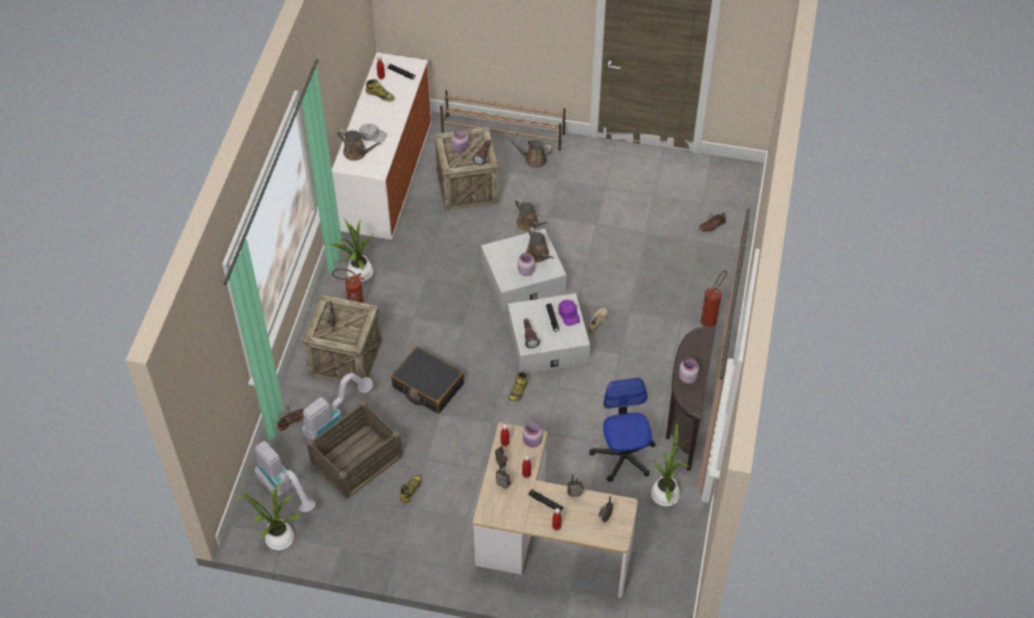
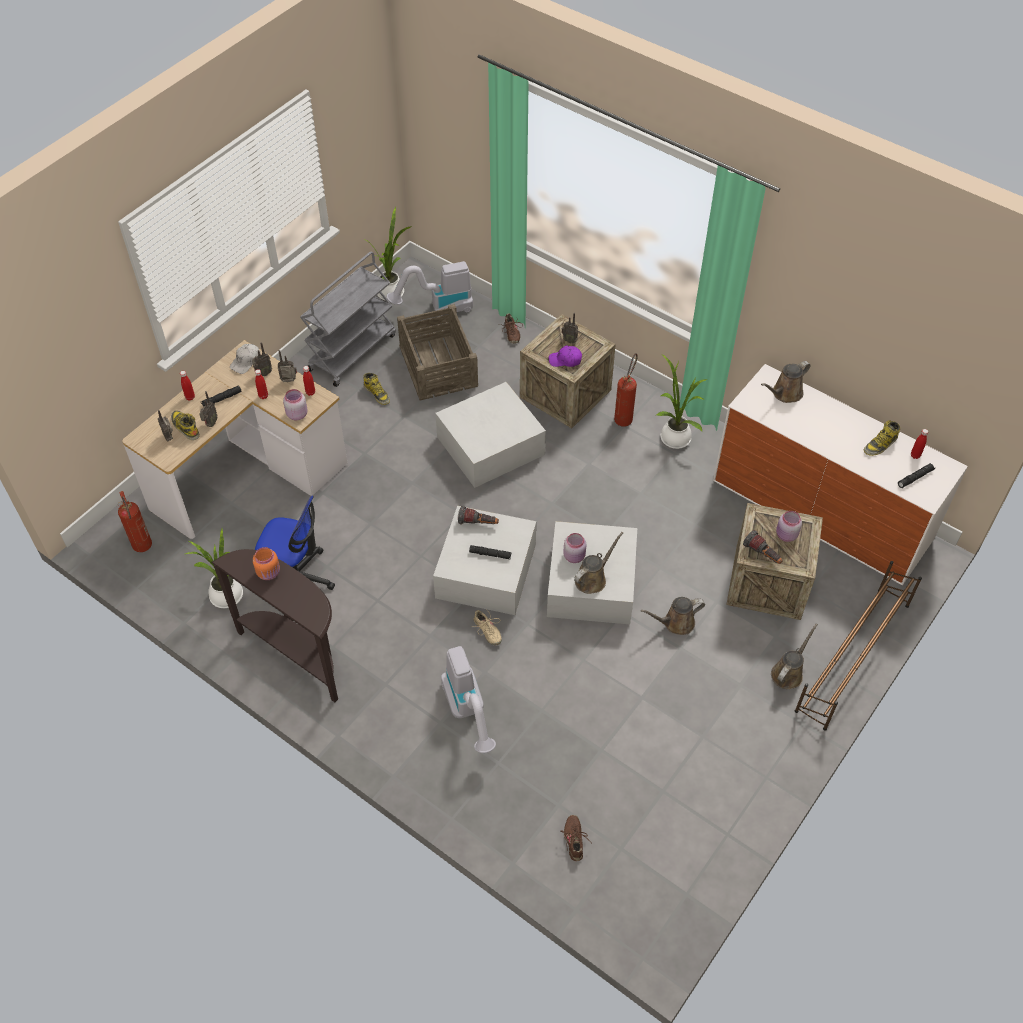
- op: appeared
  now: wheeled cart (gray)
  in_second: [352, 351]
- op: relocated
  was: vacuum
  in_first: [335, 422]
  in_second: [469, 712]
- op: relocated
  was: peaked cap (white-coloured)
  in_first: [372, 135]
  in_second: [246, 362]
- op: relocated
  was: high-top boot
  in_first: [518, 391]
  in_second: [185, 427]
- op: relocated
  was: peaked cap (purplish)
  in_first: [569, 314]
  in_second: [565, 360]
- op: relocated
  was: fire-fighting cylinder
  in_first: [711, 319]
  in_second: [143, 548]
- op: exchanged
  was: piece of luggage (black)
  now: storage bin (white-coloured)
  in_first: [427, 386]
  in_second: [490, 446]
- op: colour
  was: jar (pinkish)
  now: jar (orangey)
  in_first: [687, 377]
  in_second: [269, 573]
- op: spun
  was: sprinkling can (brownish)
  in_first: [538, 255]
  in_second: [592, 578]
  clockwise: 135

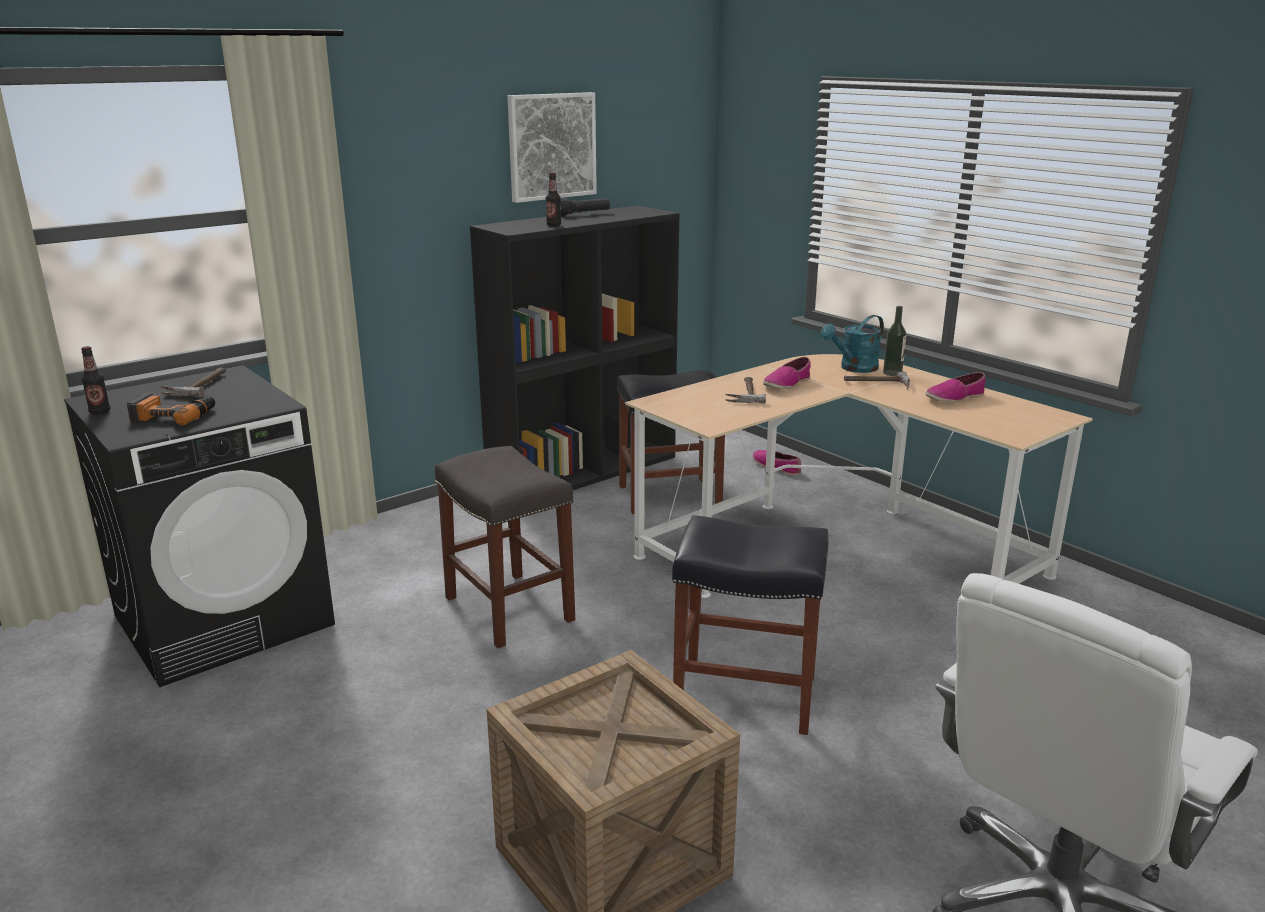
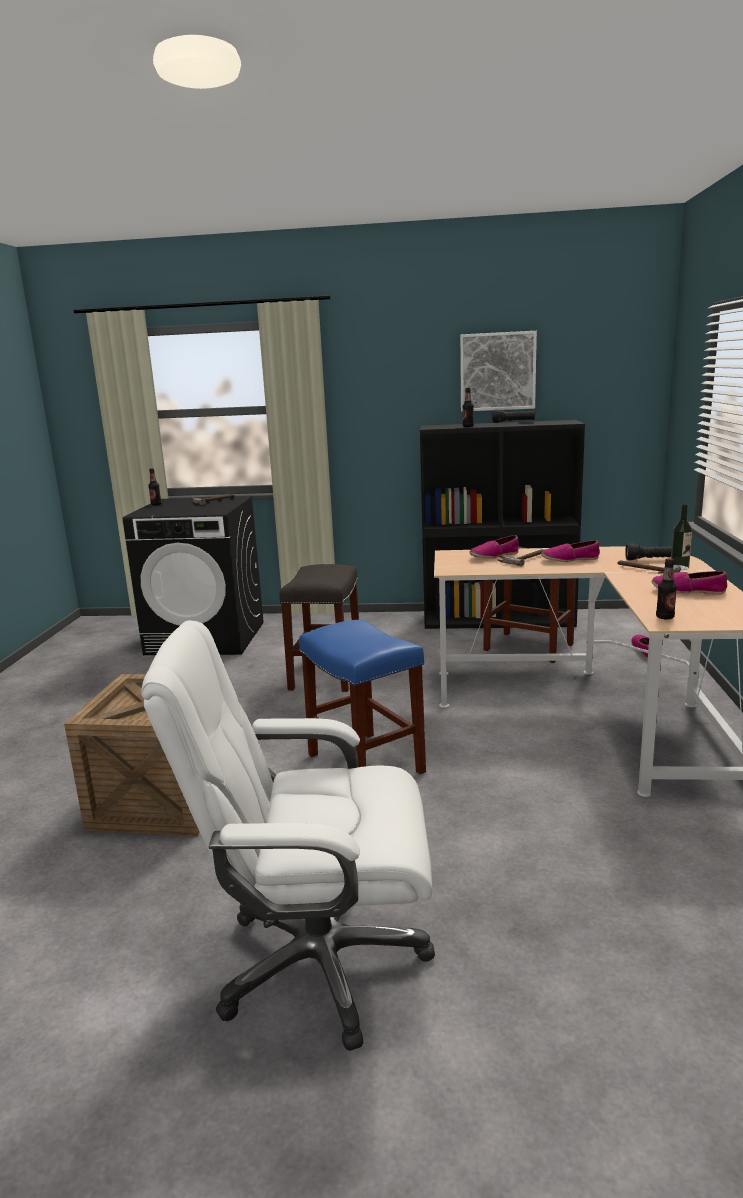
- op: missing
  was: power drill
  in_first: [174, 415]
- op: appeared
  now: shoe
  in_second: [494, 556]
- op: appeared
  now: drink bottle
  in_second: [665, 617]
- op: exchanged
  was: sprinkling can (turquoise)
  now: torch (black)
  in_first: [854, 368]
  in_second: [653, 560]
- op: colour
  was: stool seat (black)
  now: stool seat (blue-coloured)
  in_first: [747, 695]
  in_second: [367, 764]

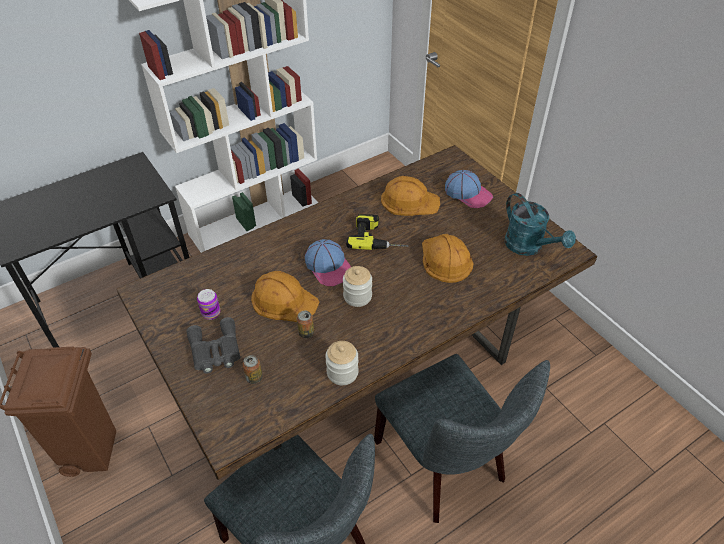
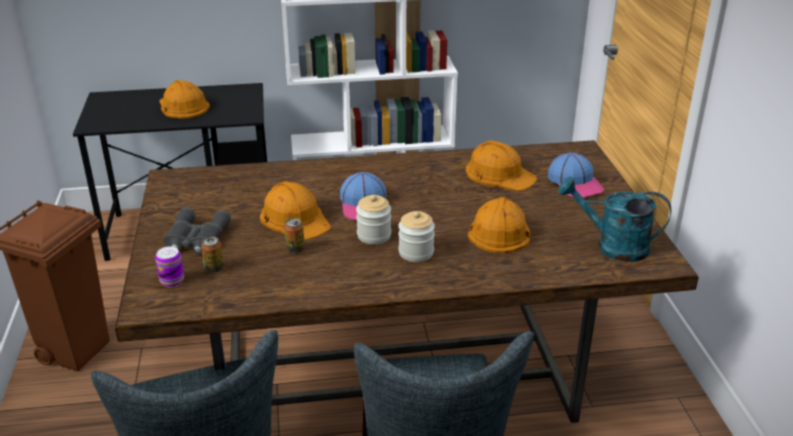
- op: missing
  was: power drill
  in_first: [378, 237]
- op: appeared
  now: safety helmet (orangey)
  in_second: [183, 106]
- op: relocated
  was: metal can
  in_first: [211, 313]
  in_second: [172, 281]
- op: relocated
  was: jar
  in_first: [342, 372]
  in_second: [416, 252]
- op: spun
  was: sprinkling can (turquoise)
  in_first: [529, 247]
  in_second: [612, 246]
  clockwise: 120

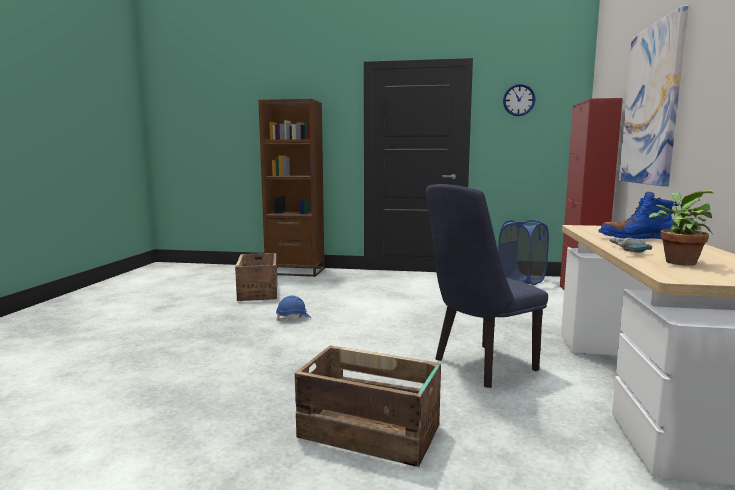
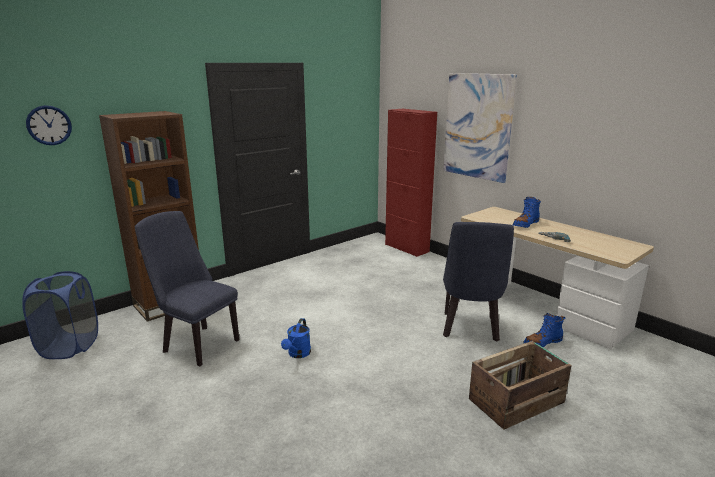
- op: missing
  was: plant in a pot
  in_first: [677, 262]
- op: appeared
  now: high-top boot (blue-coloured)
  in_second: [542, 343]
- op: relocated
  was: hamper (blue-coloured)
  in_first: [521, 281]
  in_second: [70, 346]
- op: relocated
  was: hanging clock
  in_first: [519, 100]
  in_second: [49, 125]
- op: exchanged
  was: shipping crate
  now: chair (blue-coloured)
  in_first: [259, 291]
  in_second: [197, 343]
- op: exchanged
  was: safety helmet (blue-coloured)
  now: sprinkling can (blue-coloured)
  in_first: [293, 318]
  in_second: [298, 354]

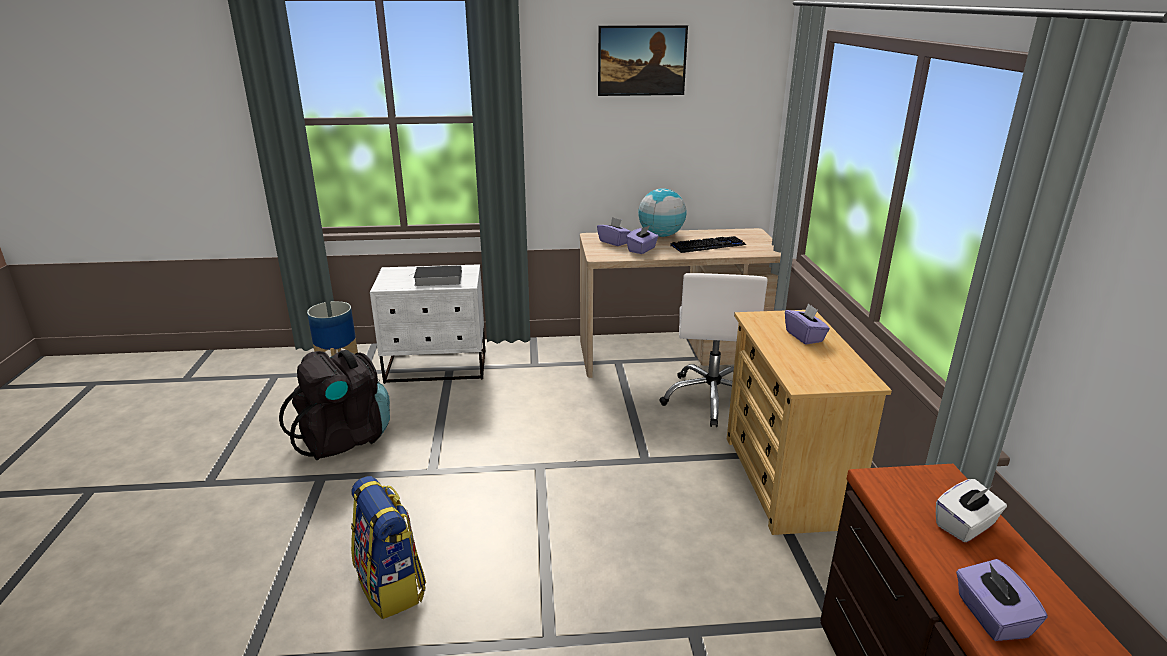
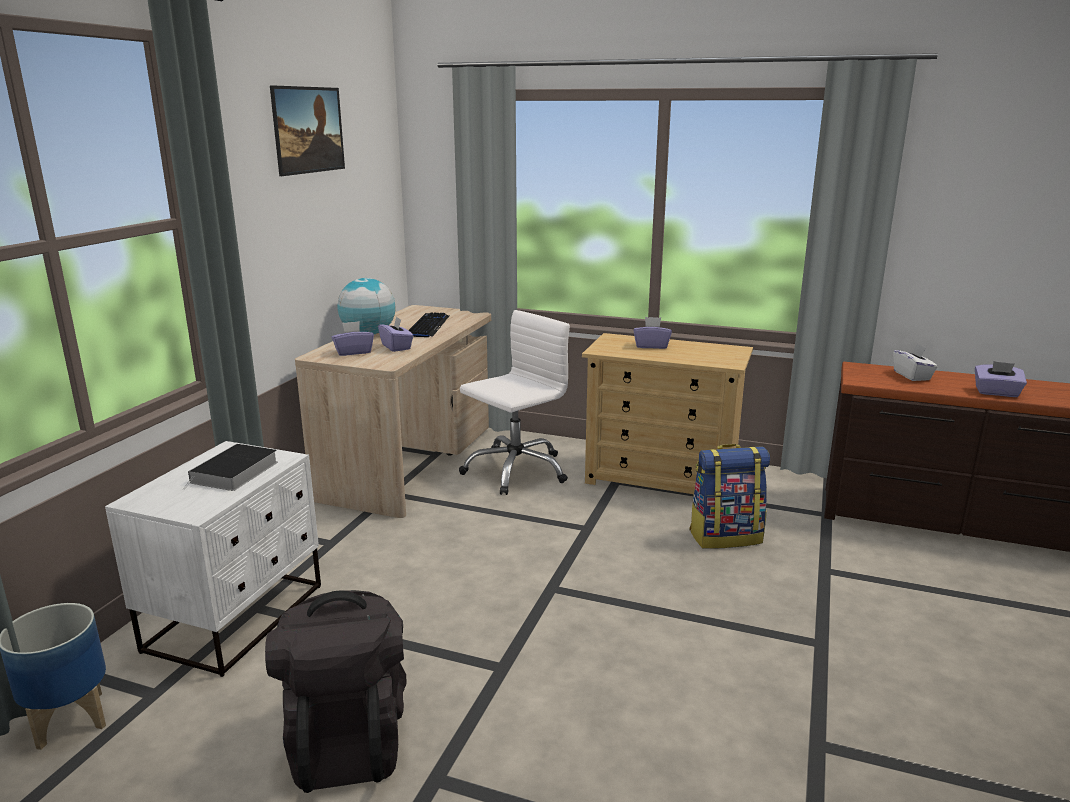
- op: relocated
  was: knapsack
  in_first: [392, 586]
  in_second: [725, 536]
- op: spun
  was: computer chair (white-coloured)
  in_first: [711, 399]
  in_second: [515, 470]
  clockwise: -75

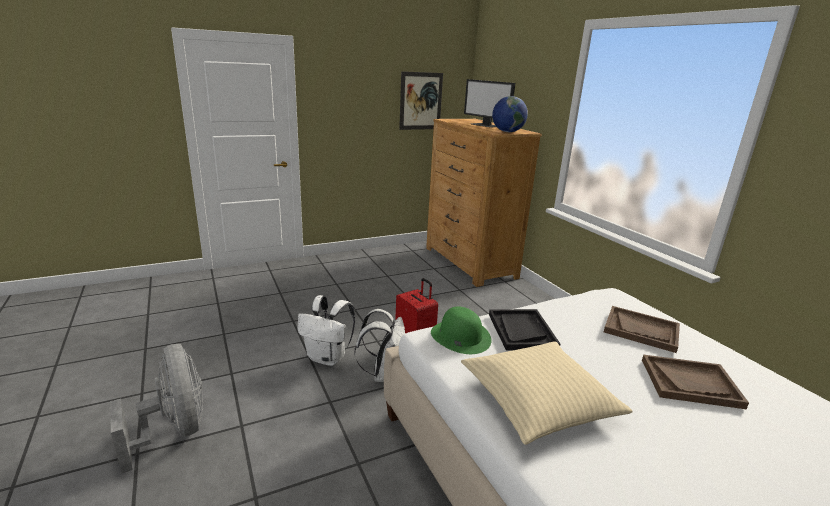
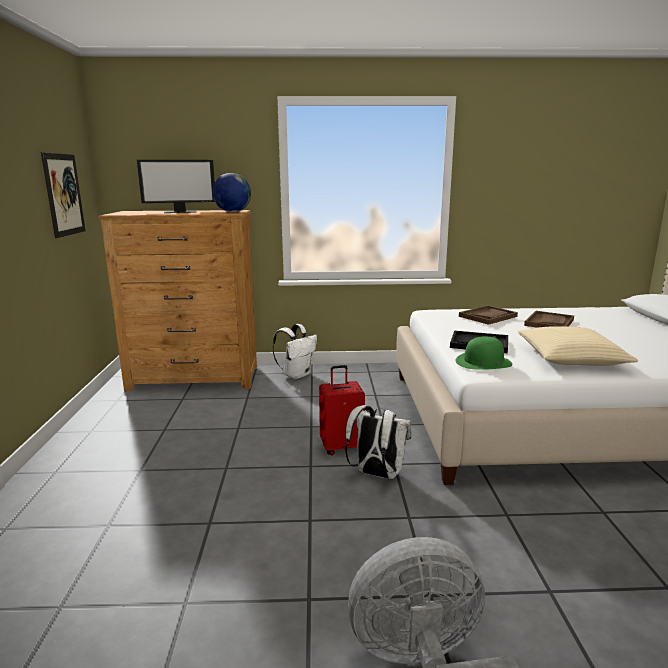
- op: relocated
  was: knapsack (white-coloured)
  in_first: [328, 358]
  in_second: [296, 375]

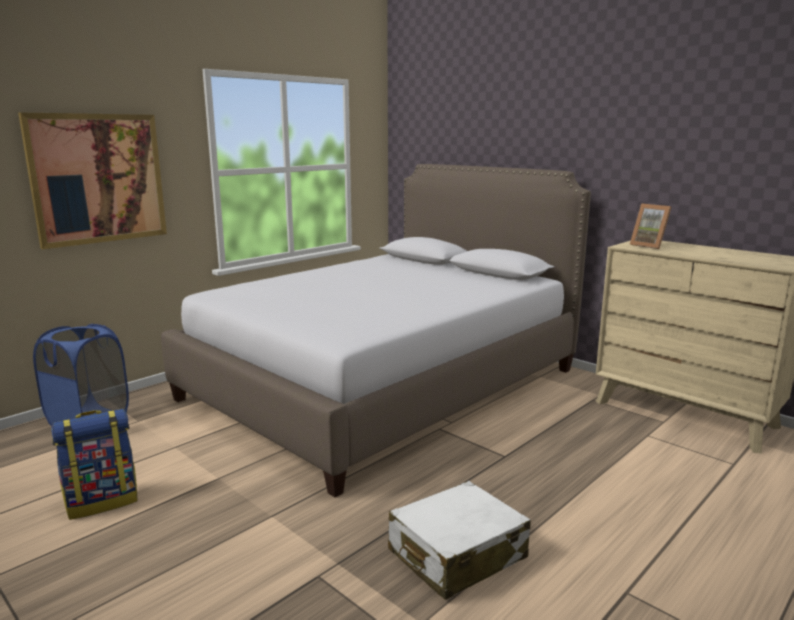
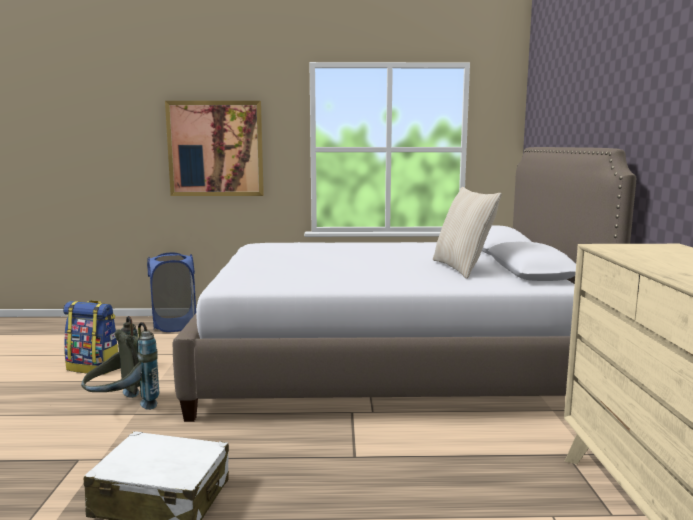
- op: missing
  was: standing frame
  in_first: [649, 246]
- op: appeared
  now: knapsack (gray)
  in_second: [122, 408]
- op: appeared
  now: pillow (beige)
  in_second: [462, 268]

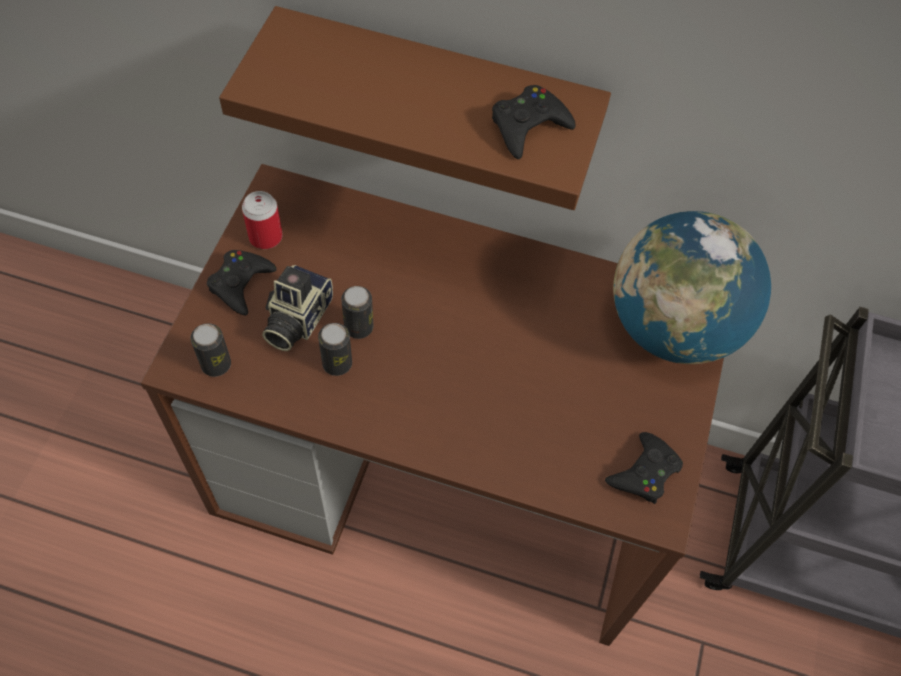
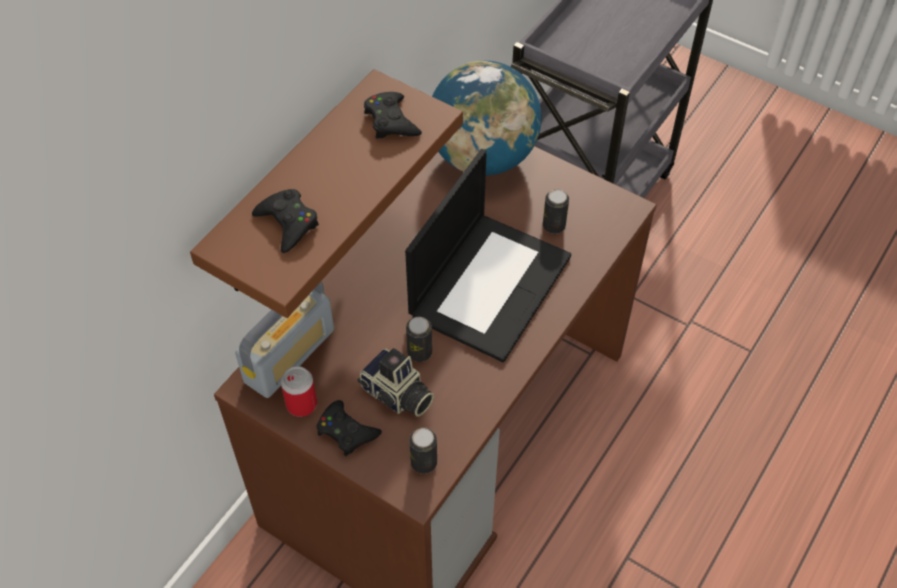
- op: appeared
  now: radio set
  in_second: [289, 355]
- op: appeared
  now: notebook computer
  in_second: [490, 284]
- op: relocated
  was: metal can
  in_first: [337, 363]
  in_second: [554, 226]
- op: relocated
  was: game controller (black)
  in_first: [644, 472]
  in_second: [288, 223]

